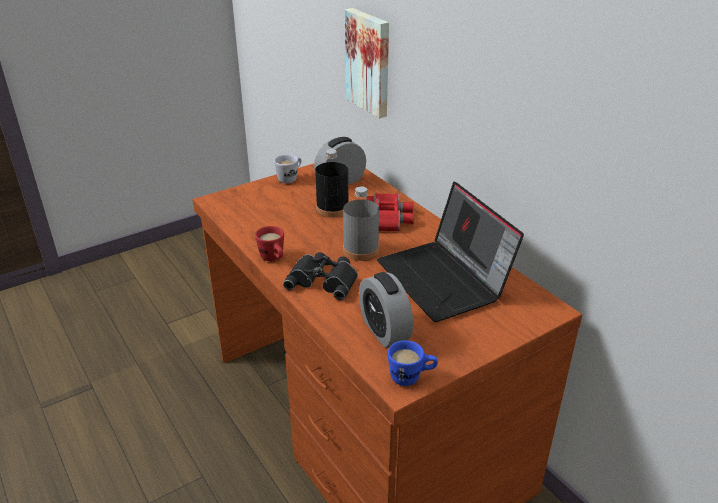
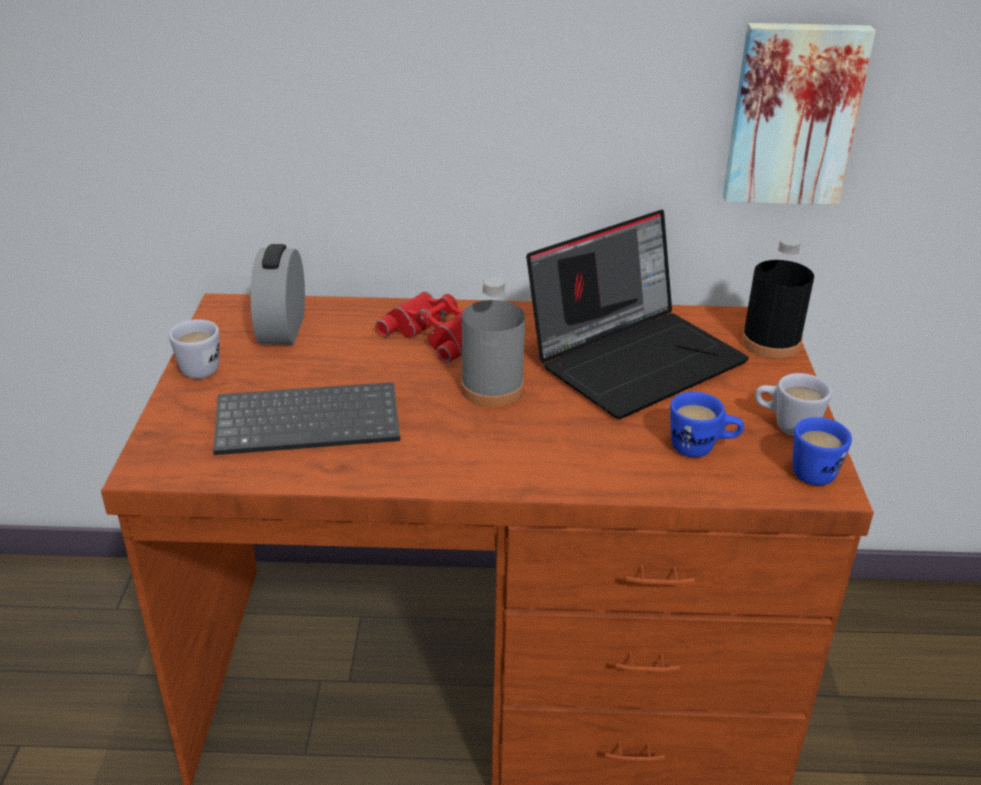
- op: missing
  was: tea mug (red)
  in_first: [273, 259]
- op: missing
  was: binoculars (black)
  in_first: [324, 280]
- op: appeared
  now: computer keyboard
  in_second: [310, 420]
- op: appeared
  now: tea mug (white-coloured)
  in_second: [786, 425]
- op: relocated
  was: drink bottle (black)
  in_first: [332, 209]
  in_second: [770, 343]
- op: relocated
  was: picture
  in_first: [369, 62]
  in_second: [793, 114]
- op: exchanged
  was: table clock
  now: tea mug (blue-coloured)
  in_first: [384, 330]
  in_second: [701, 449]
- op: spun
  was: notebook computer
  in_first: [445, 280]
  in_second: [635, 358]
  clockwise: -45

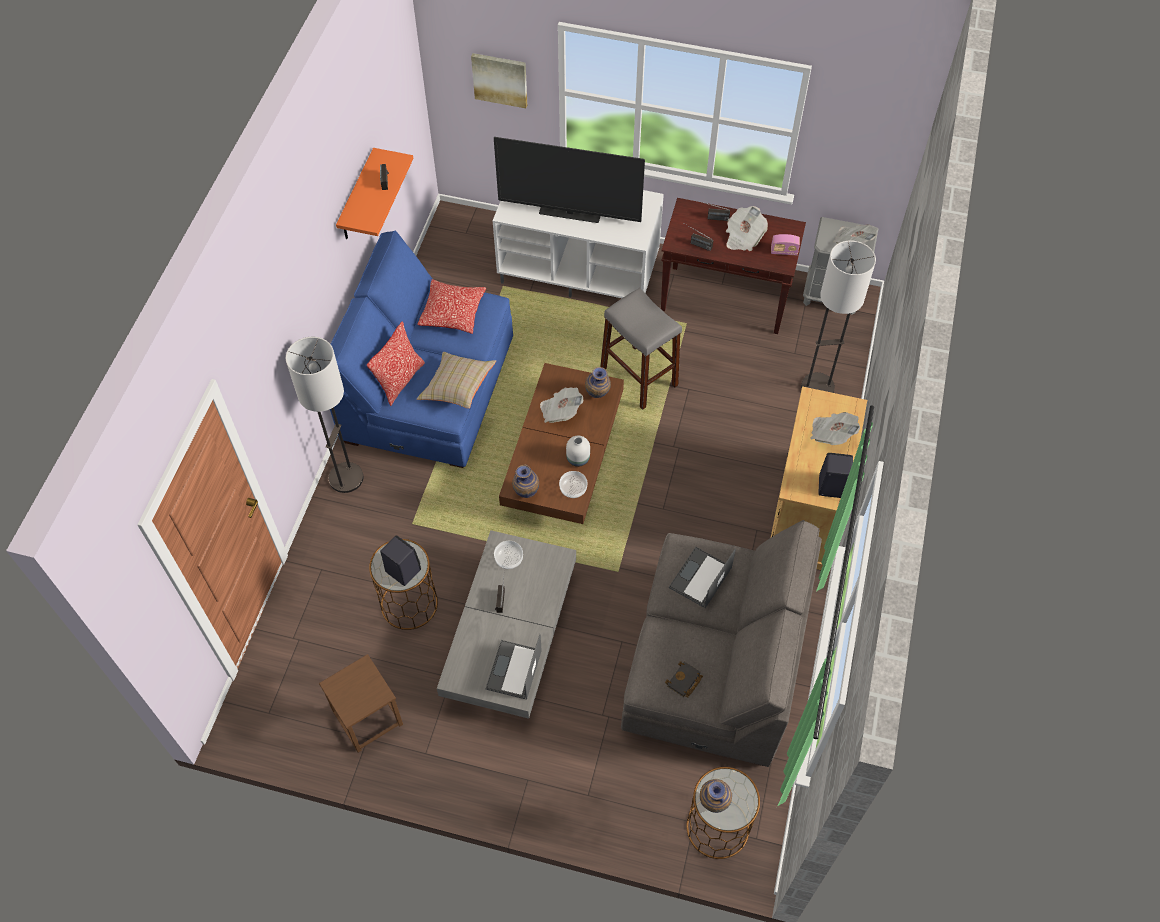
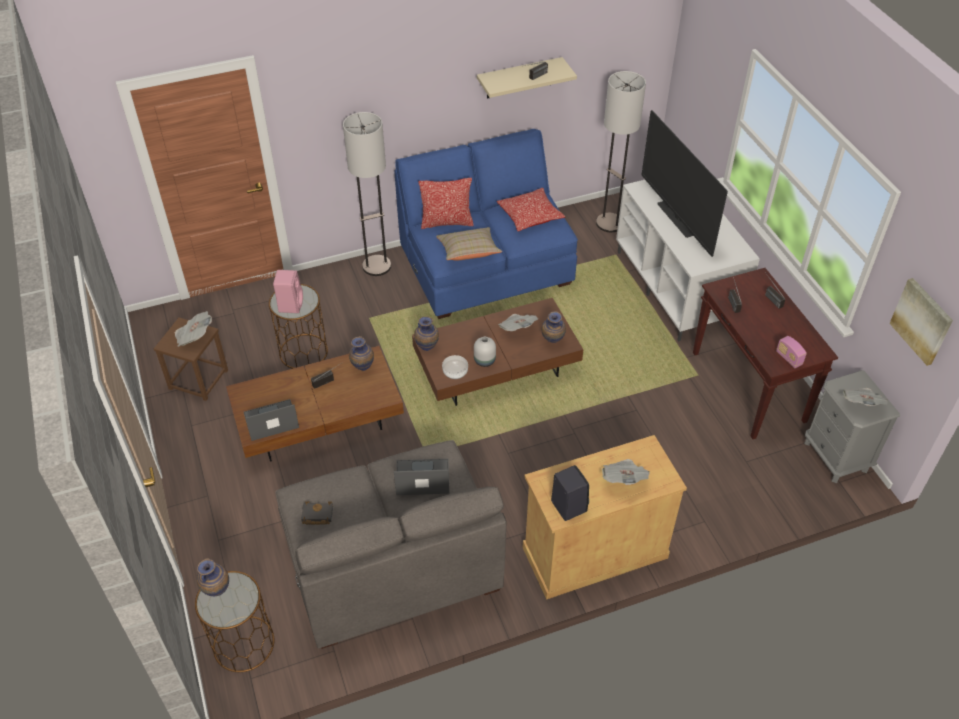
- op: missing
  was: stool seat (gray)
  in_first: [639, 377]
- op: relocated
  was: picture
  in_first: [500, 79]
  in_second: [922, 321]
- op: relocated
  was: daily paper
  in_first: [743, 237]
  in_second: [194, 336]
- op: relocated
  was: standing lamp
  in_first: [817, 387]
  in_second: [610, 223]
- op: exchanged
  was: bowl
  now: decorative vase
  in_first: [508, 558]
  in_second: [363, 368]
- op: colour
  was: bracket shelf (orangey)
  now: bracket shelf (beige)
  in_first: [357, 197]
  in_second: [519, 78]
- op: colour
  was: speaker (black)
  now: speaker (pinkish)
  in_first: [402, 570]
  in_second: [290, 304]
- op: colour
  was: coffee table (gray)
  now: coffee table (brownish)
  in_first: [511, 638]
  in_second: [318, 422]

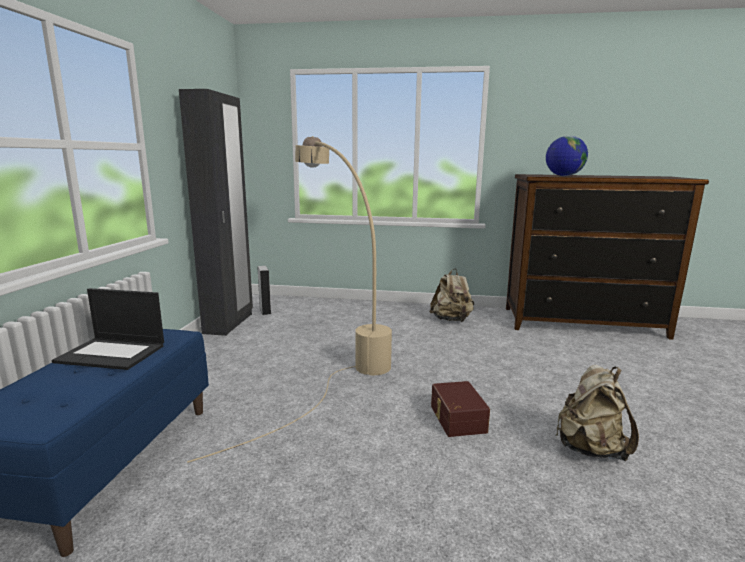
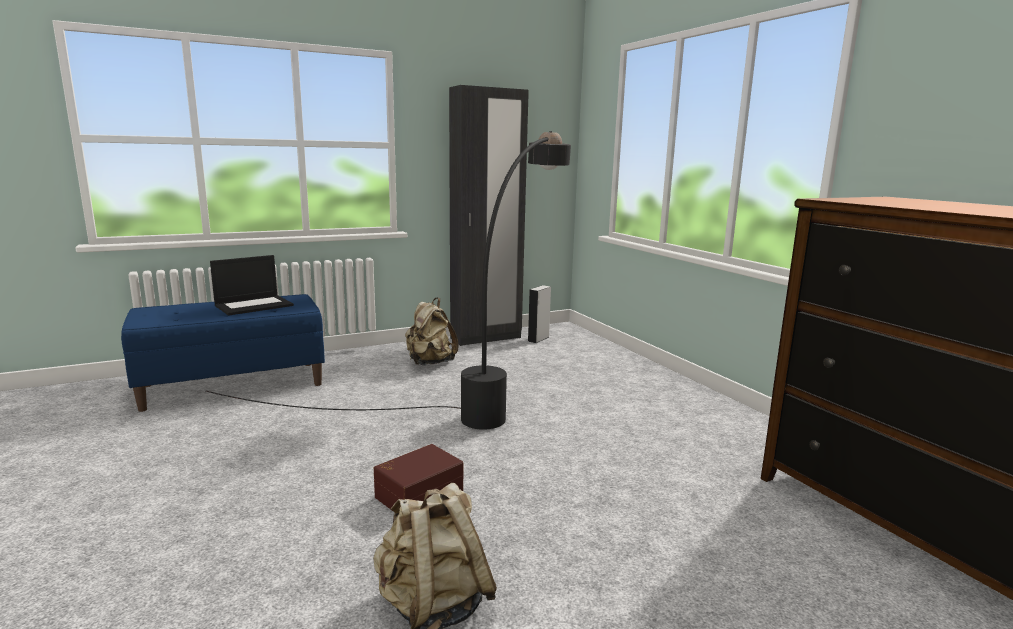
- op: missing
  was: globe
  in_first: [563, 176]
- op: relocated
  was: knapsack (beige)
  in_first: [451, 320]
  in_second: [429, 363]
- op: colour
  was: standing lamp (beige)
  now: standing lamp (black)
  in_first: [334, 356]
  in_second: [482, 396]
- op: spun
  was: notebook computer
  in_first: [113, 353]
  in_second: [254, 305]
  clockwise: -105

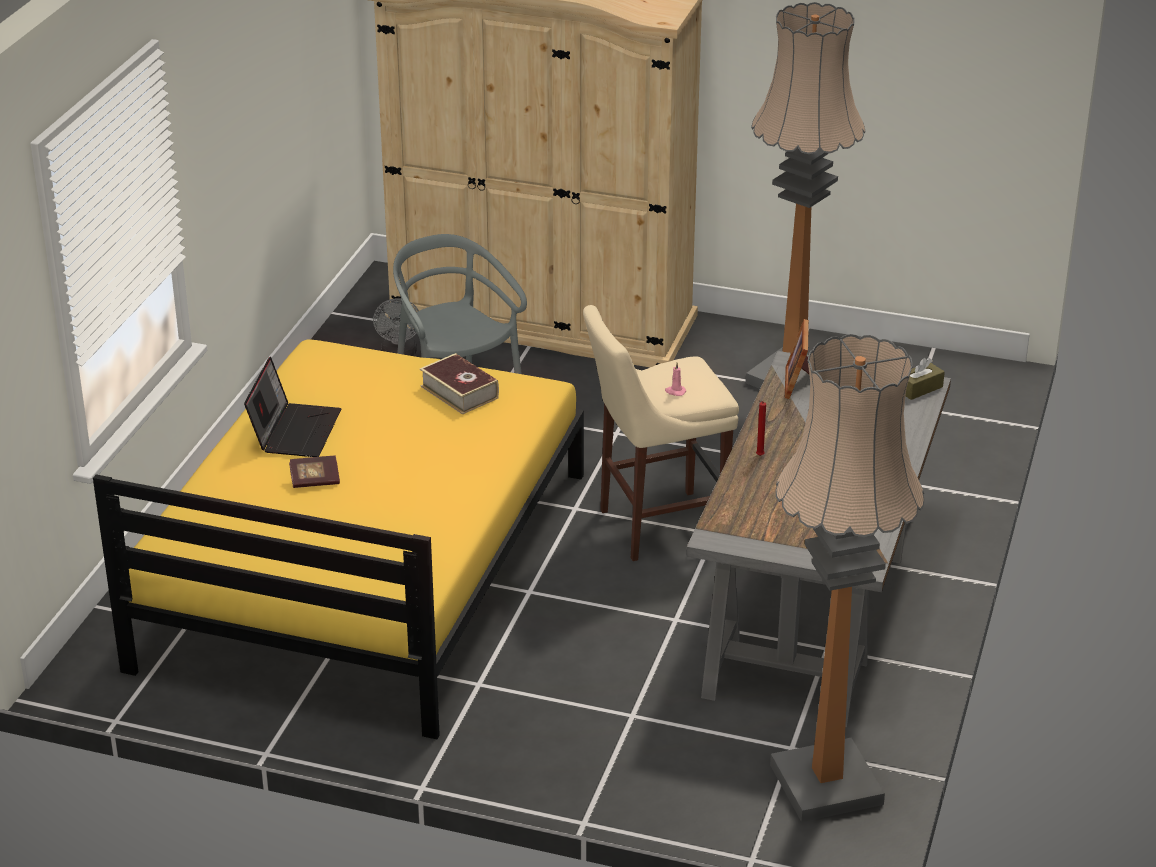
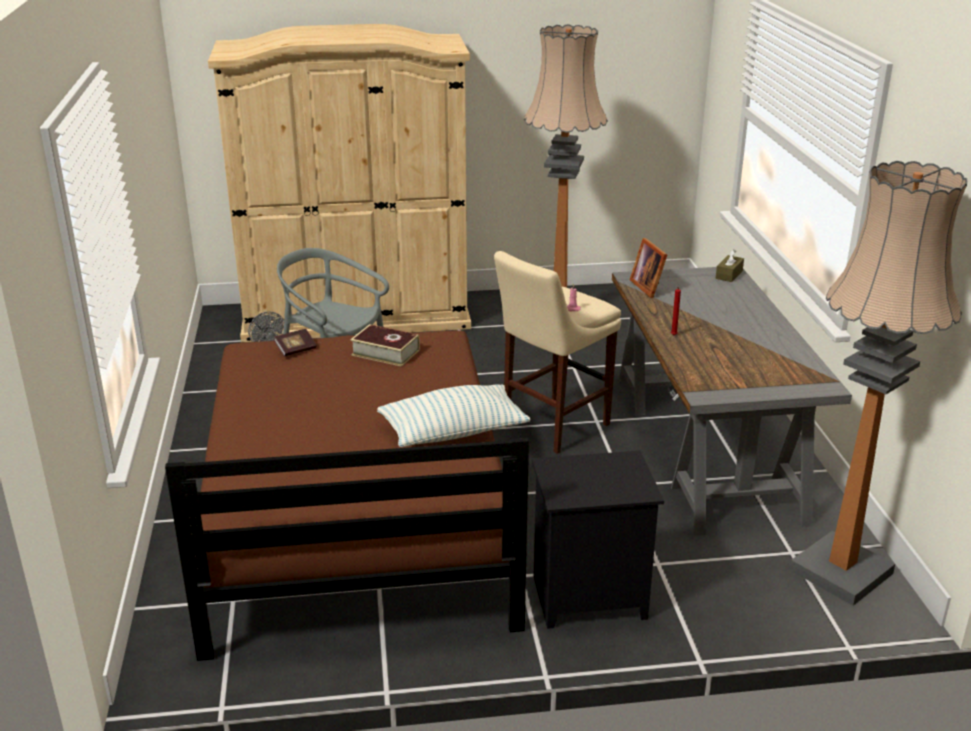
- op: missing
  was: notebook computer
  in_first: [295, 430]
- op: appeared
  now: pillow
  in_second: [453, 432]
- op: appeared
  now: bedside table (black)
  in_second: [587, 599]
- op: relocated
  was: book
  in_first: [315, 480]
  in_second: [296, 350]
- op: colour
  was: bedroom bed (yellowish)
  now: bedroom bed (brownish)
  in_first: [365, 568]
  in_second: [356, 512]

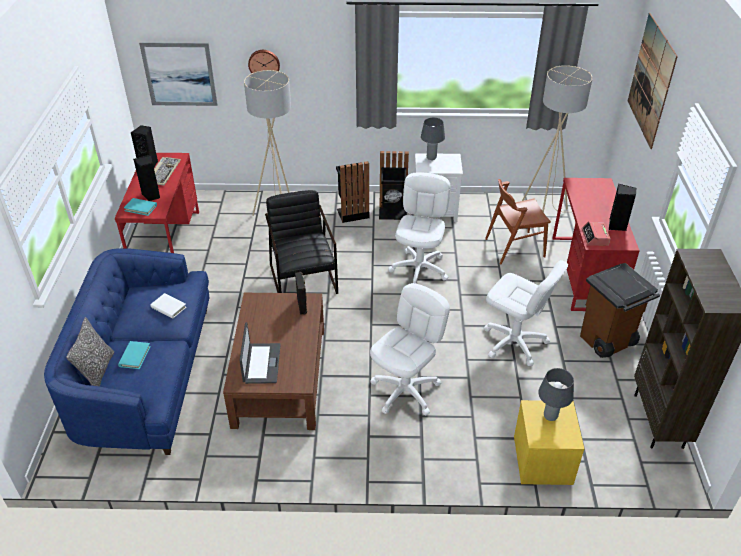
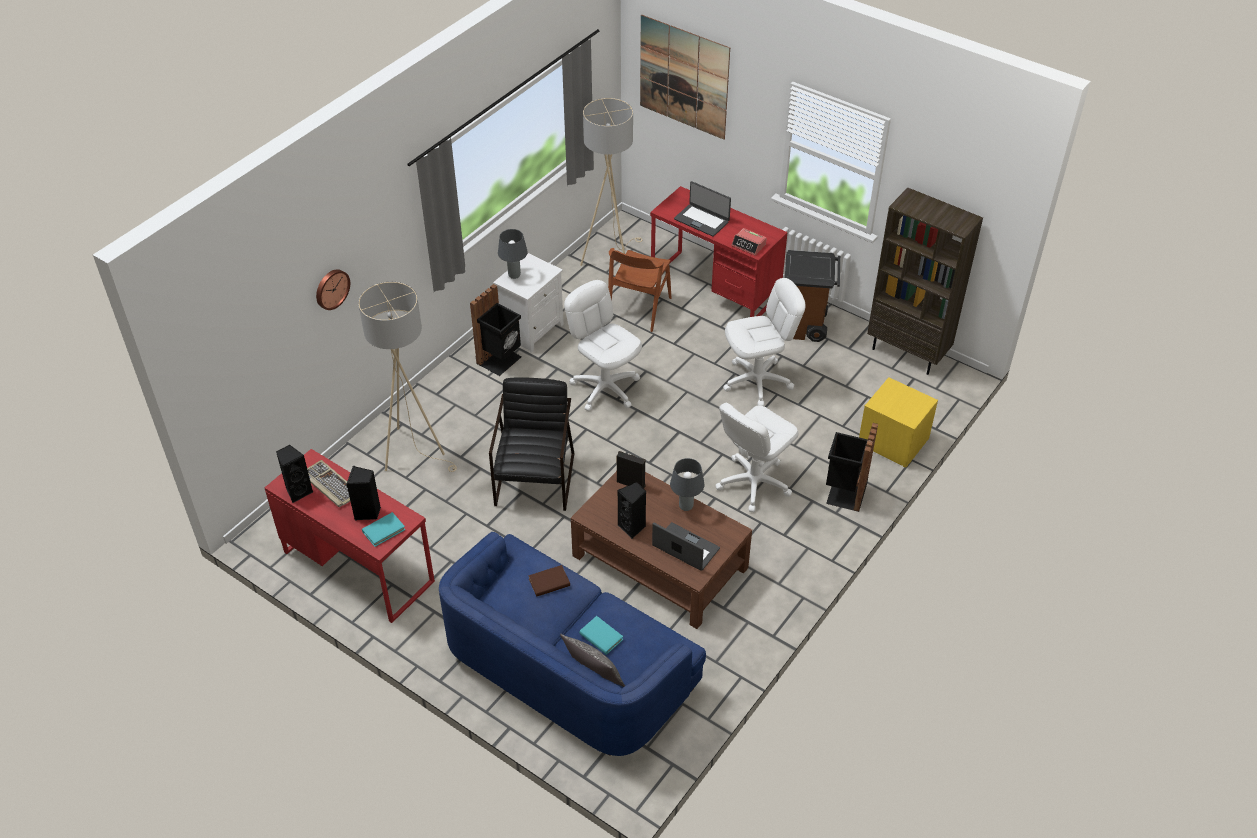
- op: missing
  was: picture
  in_first: [179, 74]
- op: appeared
  now: notebook computer
  in_second: [702, 220]
- op: relocated
  was: trash can (black)
  in_first: [352, 212]
  in_second: [844, 493]
- op: relocated
  was: lamp for a table (gray)
  in_first: [550, 416]
  in_second: [685, 506]
- op: relocated
  was: speaker (black)
  in_first: [617, 226]
  in_second: [632, 527]
- op: colour
  was: book (white-coloured)
  now: book (brownish)
  in_first: [168, 307]
  in_second: [549, 582]
- op: spun
  was: armchair (black)
  in_first: [303, 278]
  in_second: [535, 479]
  clockwise: 75
- op: spun
  was: computer chair (white-coloured)
  in_first: [406, 391]
  in_second: [753, 483]
  clockwise: -120

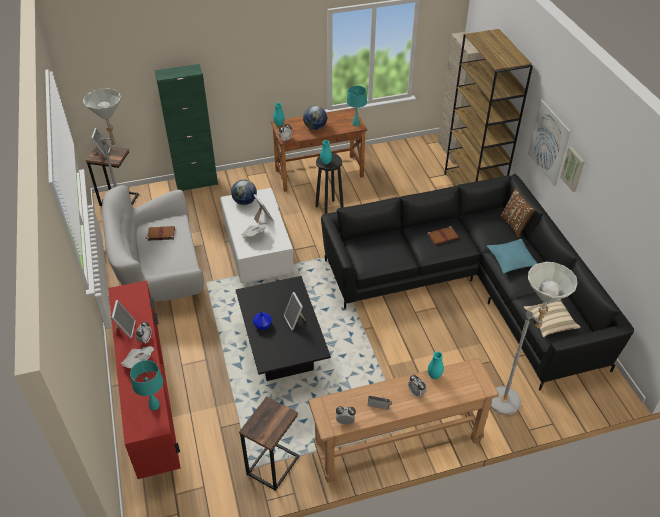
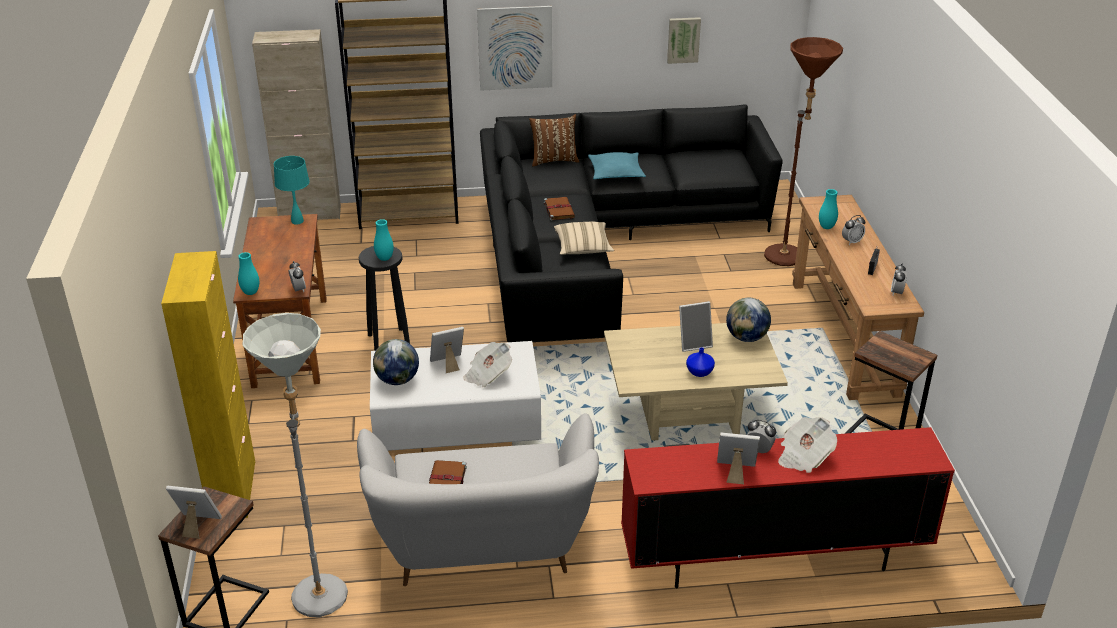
- op: missing
  was: lamp for a table (turquoise)
  in_first: [154, 405]
- op: relocated
  was: globe
  in_first: [315, 127]
  in_second: [746, 338]
- op: relocated
  was: pillow (beige)
  in_first: [549, 322]
  in_second: [583, 248]
- op: relocated
  was: picture
  in_first: [573, 169]
  in_second: [683, 39]
- op: colour
  was: cabinet (green)
  now: cabinet (yellowish)
  in_first: [196, 183]
  in_second: [233, 490]
- op: colour
  was: coffee table (black)
  now: coffee table (beige)
  in_first: [283, 353]
  in_second: [688, 415]
- op: colour
  was: standing lamp (gray)
  now: standing lamp (brownish)
  in_first: [510, 404]
  in_second: [788, 253]

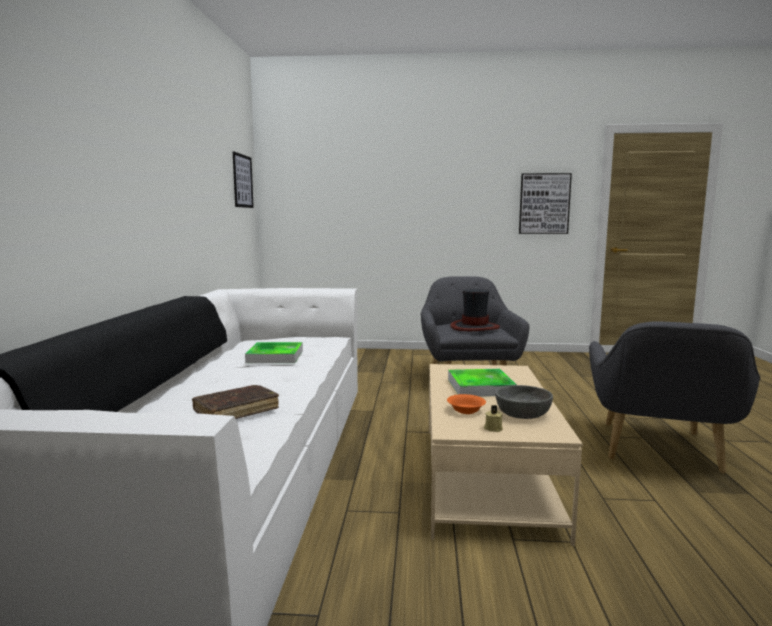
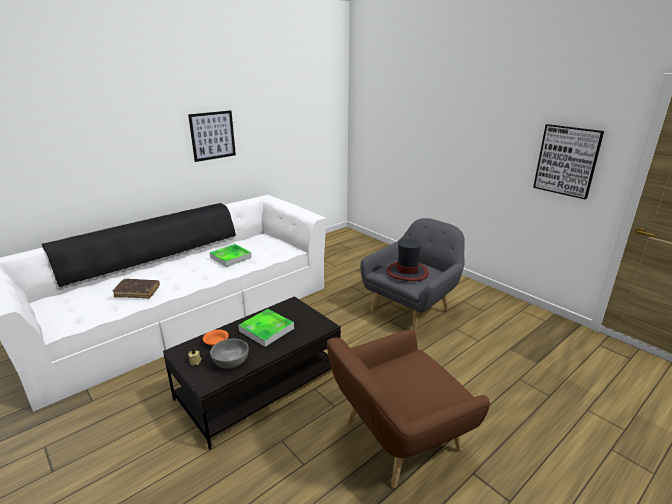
- op: relocated
  was: picture
  in_first: [242, 181]
  in_second: [212, 135]
- op: colour
  was: coffee table (beige)
  now: coffee table (black)
  in_first: [485, 477]
  in_second: [260, 385]
- op: colour
  was: armchair (gray)
  now: armchair (brownish)
  in_first: [657, 450]
  in_second: [396, 440]

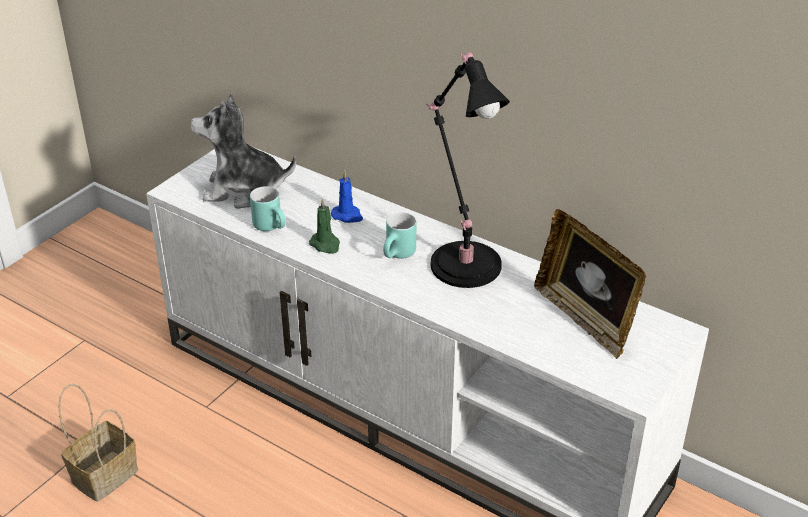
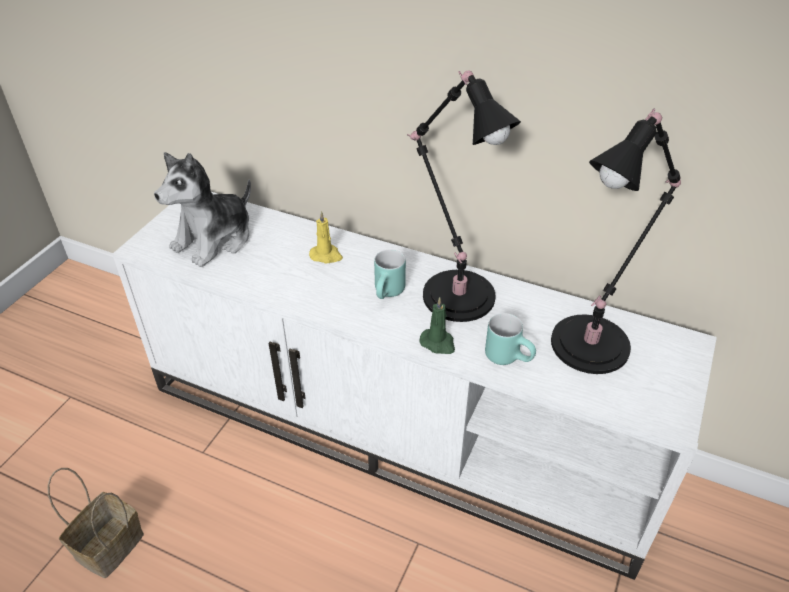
- op: relocated
  was: tea mug (turquoise)
  in_first: [273, 226]
  in_second: [509, 357]
- op: relocated
  was: candle (green)
  in_first: [325, 245]
  in_second: [438, 343]
- op: exchanged
  was: standing frame
  now: lamp for a table (black)
  in_first: [585, 318]
  in_second: [594, 341]
- op: colour
  was: candle (blue-coloured)
  now: candle (yellowish)
  in_first: [347, 216]
  in_second: [326, 255]
- op: spun
  was: plush toy
  in_first: [244, 190]
  in_second: [214, 240]
  clockwise: -45

